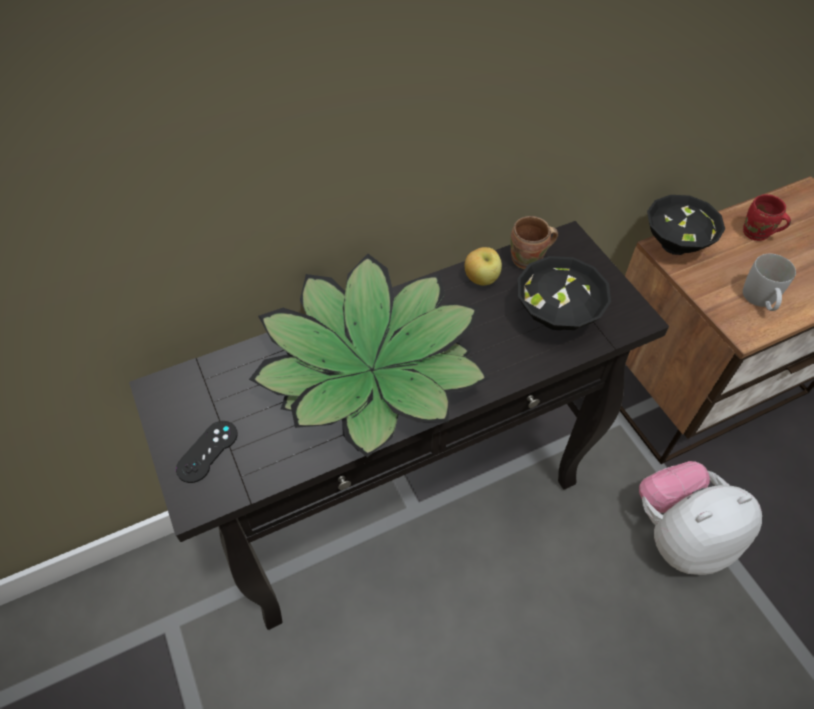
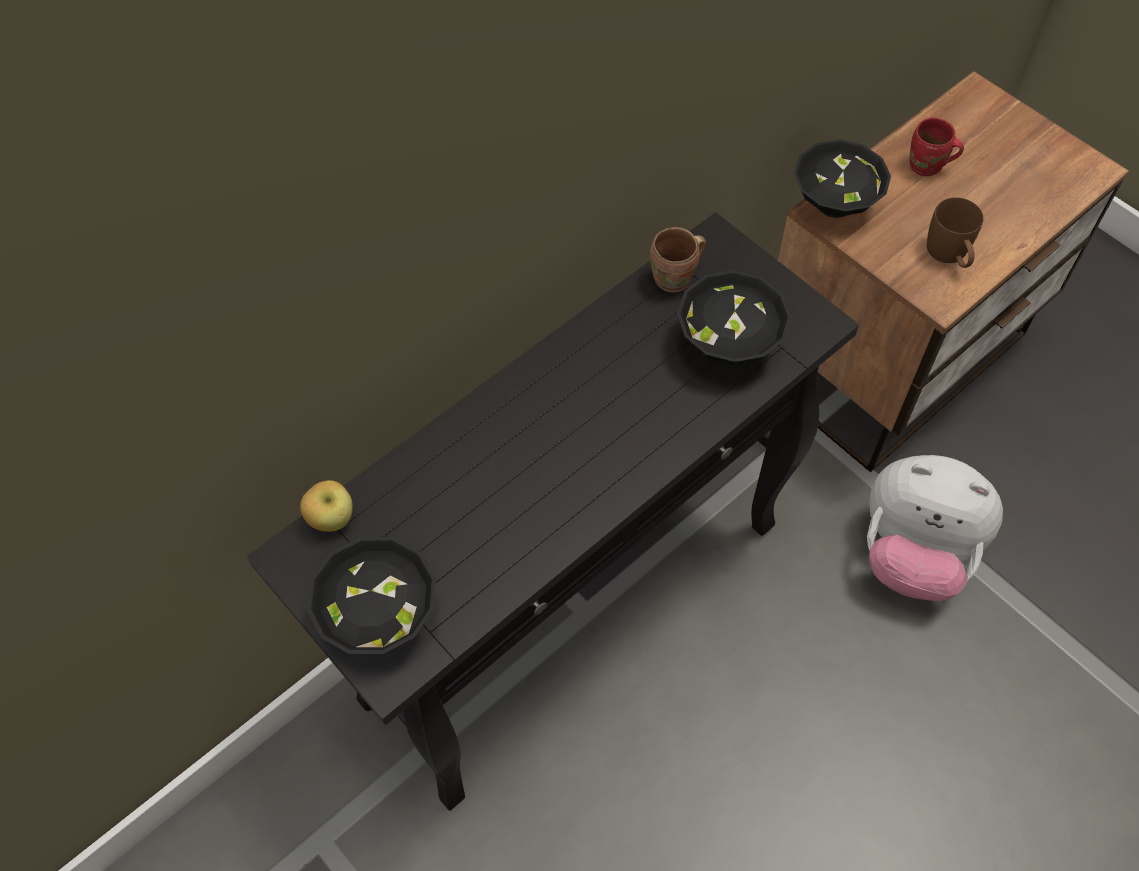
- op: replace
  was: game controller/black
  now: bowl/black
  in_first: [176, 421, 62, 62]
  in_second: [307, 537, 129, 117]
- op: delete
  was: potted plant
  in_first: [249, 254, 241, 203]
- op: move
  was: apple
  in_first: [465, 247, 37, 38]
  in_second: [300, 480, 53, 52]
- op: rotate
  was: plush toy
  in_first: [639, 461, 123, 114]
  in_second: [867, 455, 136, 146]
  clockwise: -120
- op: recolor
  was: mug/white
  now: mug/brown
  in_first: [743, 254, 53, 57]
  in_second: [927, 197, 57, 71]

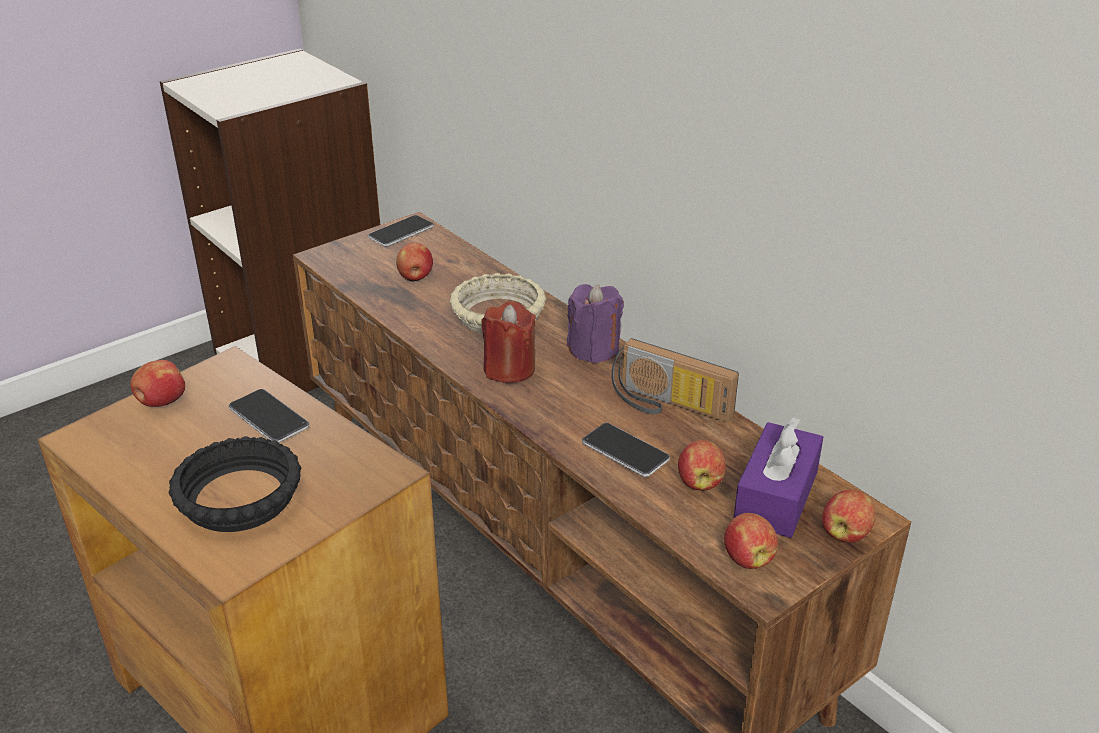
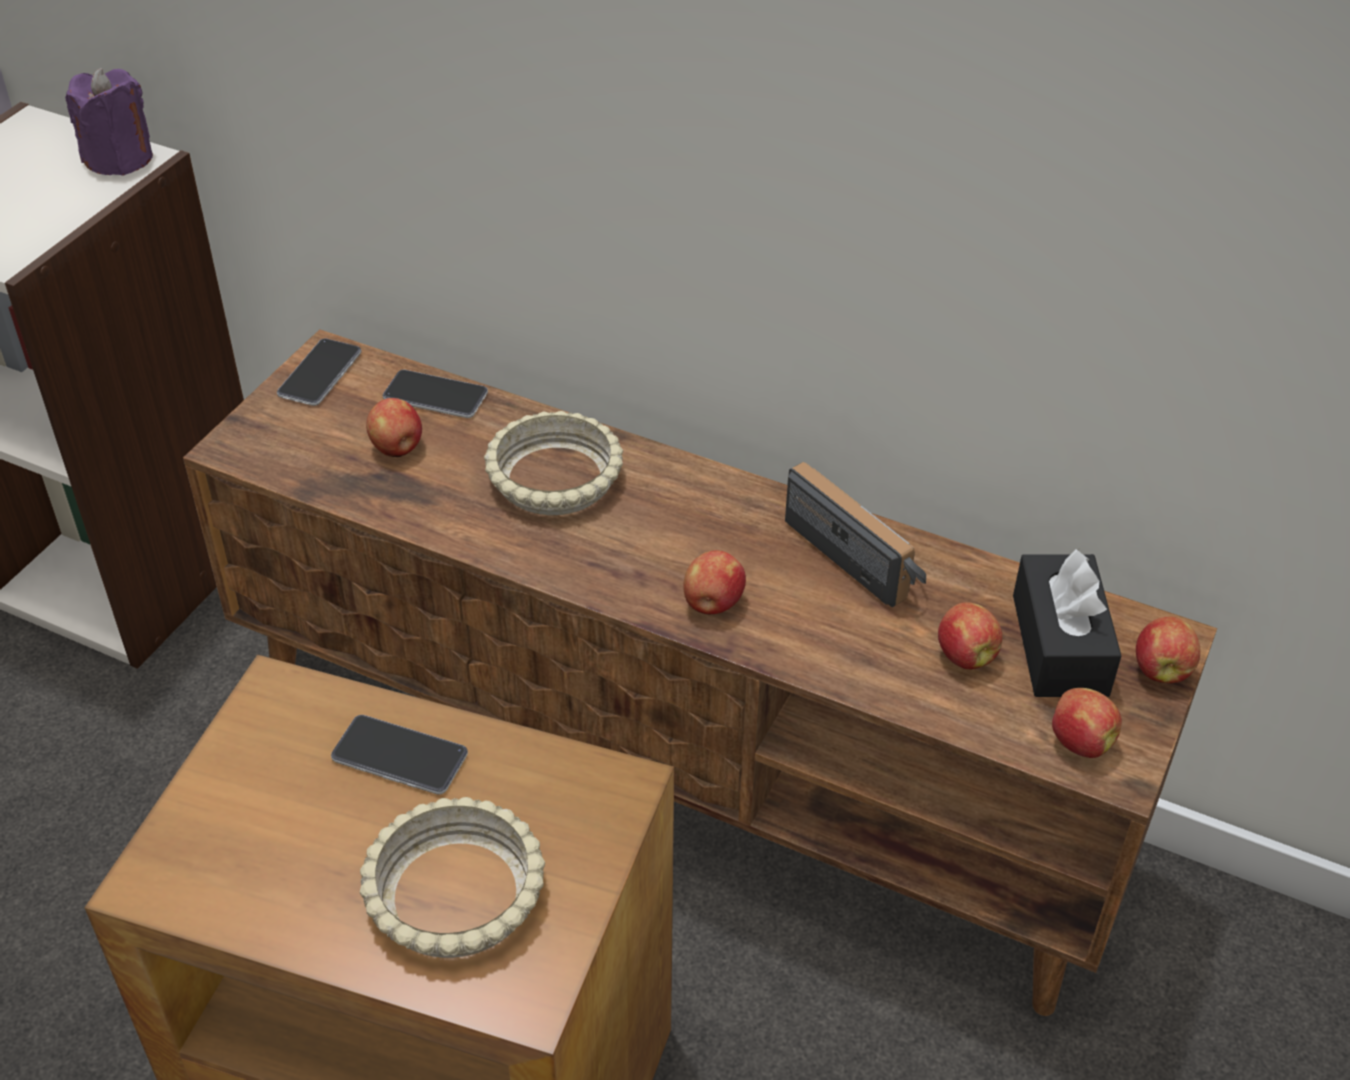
- op: move
  was: apple
  in_first: [130, 360, 55, 47]
  in_second: [683, 551, 63, 64]
- op: recolor
  was: bowl/black
  now: bowl/beige
  in_first: [169, 436, 132, 96]
  in_second: [360, 797, 185, 161]
- op: delete
  was: candle/red
  in_first: [481, 301, 55, 82]
- op: move
  was: candle/purple
  in_first: [567, 284, 57, 79]
  in_second: [65, 68, 88, 108]
- op: move
  was: phone
  in_first: [582, 423, 88, 54]
  in_second: [383, 370, 105, 48]
- op: rotate
  was: radio
  in_first: [611, 338, 128, 85]
  in_second: [785, 462, 141, 145]
  clockwise: -135
- op: recolor
  was: tissue box/purple
  now: tissue box/black
  in_first: [733, 417, 90, 121]
  in_second: [1013, 549, 108, 148]

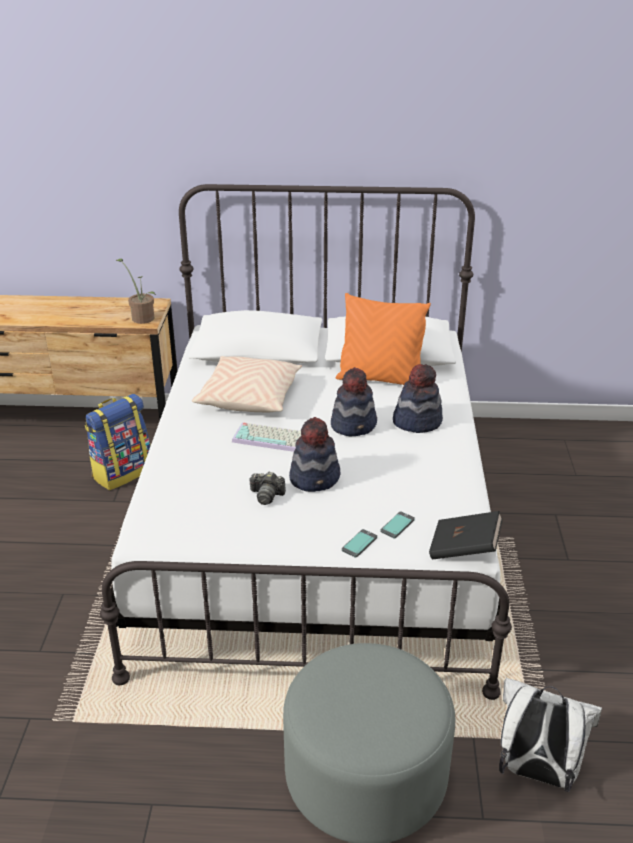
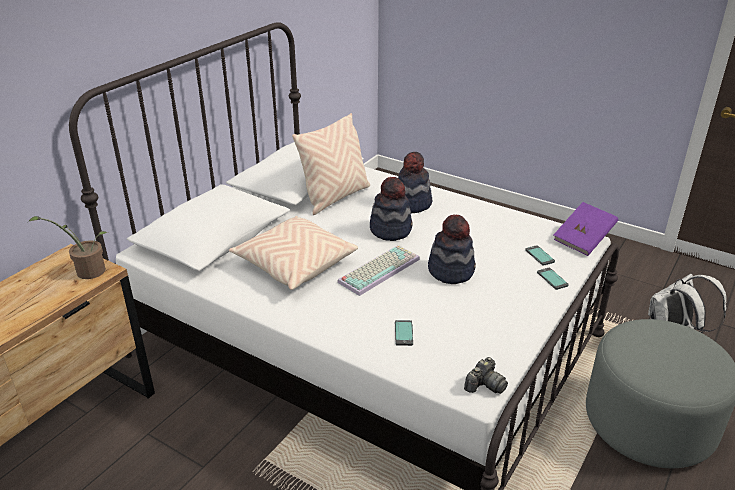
- op: delete
  was: backpack
  in_first: [85, 394, 66, 96]
- op: move
  was: photo camera
  in_first: [249, 472, 37, 33]
  in_second: [464, 357, 44, 37]
- op: recolor
  was: pillow/orange
  now: pillow/beige
  in_first: [336, 293, 95, 92]
  in_second: [292, 113, 78, 102]
- op: recolor
  was: book/black
  now: book/purple
  in_first: [429, 511, 74, 48]
  in_second: [554, 202, 64, 54]
- op: insert
  now: phone
  in_second: [395, 320, 18, 26]

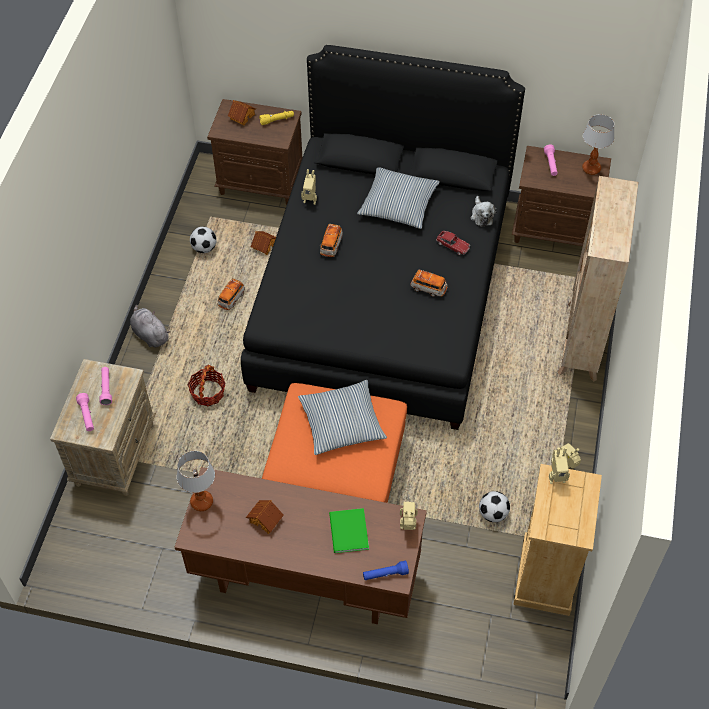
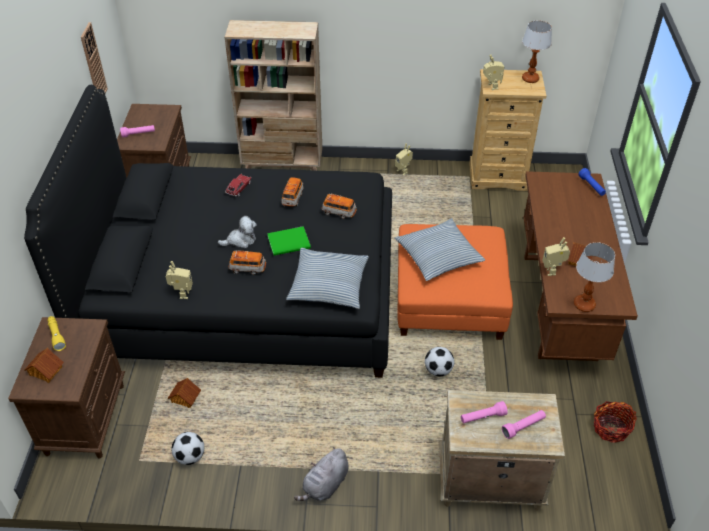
- op: move
  was: basket
  in_first: [188, 365, 37, 41]
  in_second: [594, 401, 43, 42]
- op: move
  was: toy car
  in_first: [218, 279, 27, 31]
  in_second: [321, 193, 36, 26]
- op: move
  was: book/green
  in_first: [329, 508, 40, 45]
  in_second: [267, 226, 44, 30]
- op: move
  was: pillow
  in_first: [357, 168, 83, 61]
  in_second: [286, 248, 83, 61]
- op: move
  was: toy robot
  in_first: [400, 502, 18, 28]
  in_second: [542, 237, 28, 39]
- op: move
  was: plush toy
  in_first: [470, 196, 27, 31]
  in_second: [218, 216, 39, 32]
- op: move
  was: football
  in_first: [479, 491, 31, 31]
  in_second: [425, 347, 29, 29]
- op: move
  was: table lamp
  in_first: [582, 114, 32, 61]
  in_second: [522, 20, 30, 63]
- op: insert
  now: wall clock
  in_second: [81, 22, 27, 72]

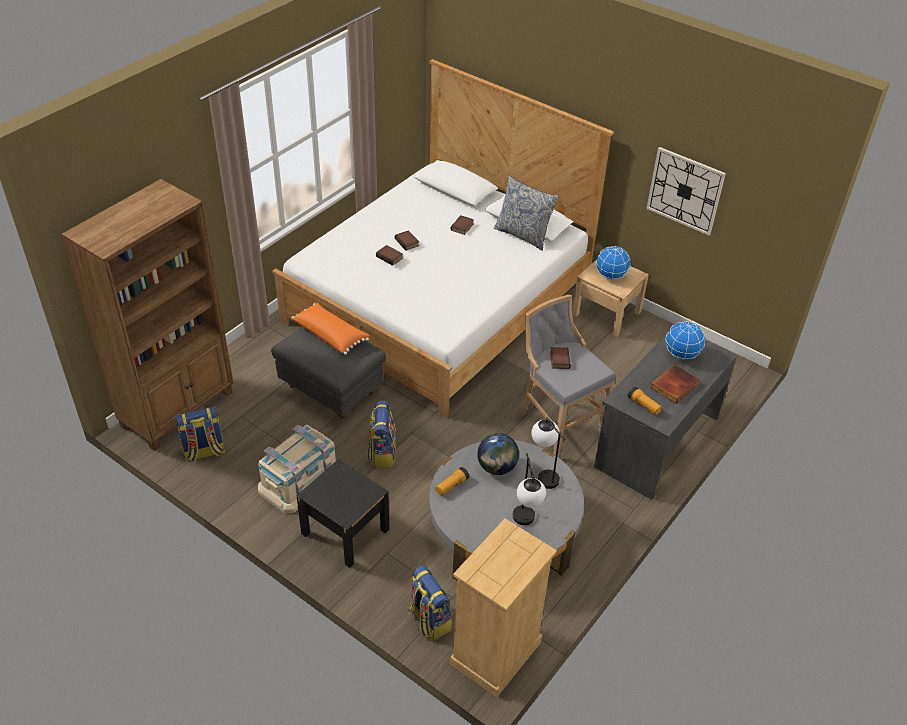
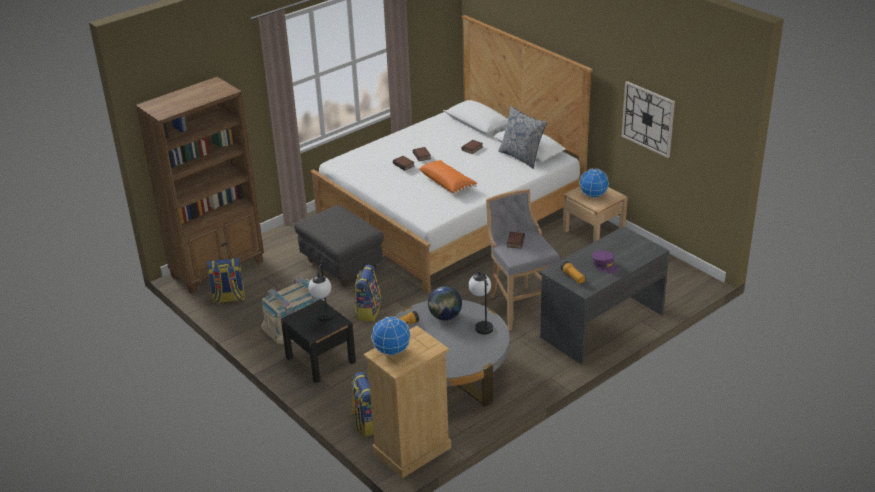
- op: move
  was: pillow/orange
  in_first: [291, 303, 78, 52]
  in_second: [418, 160, 59, 34]
- op: move
  was: table lamp
  in_first: [513, 453, 33, 72]
  in_second: [308, 258, 27, 64]
- op: replace
  was: book
  now: cap/purple
  in_first: [650, 364, 50, 40]
  in_second: [592, 250, 26, 24]
- op: move
  was: globe
  in_first: [665, 321, 40, 39]
  in_second: [371, 317, 40, 38]

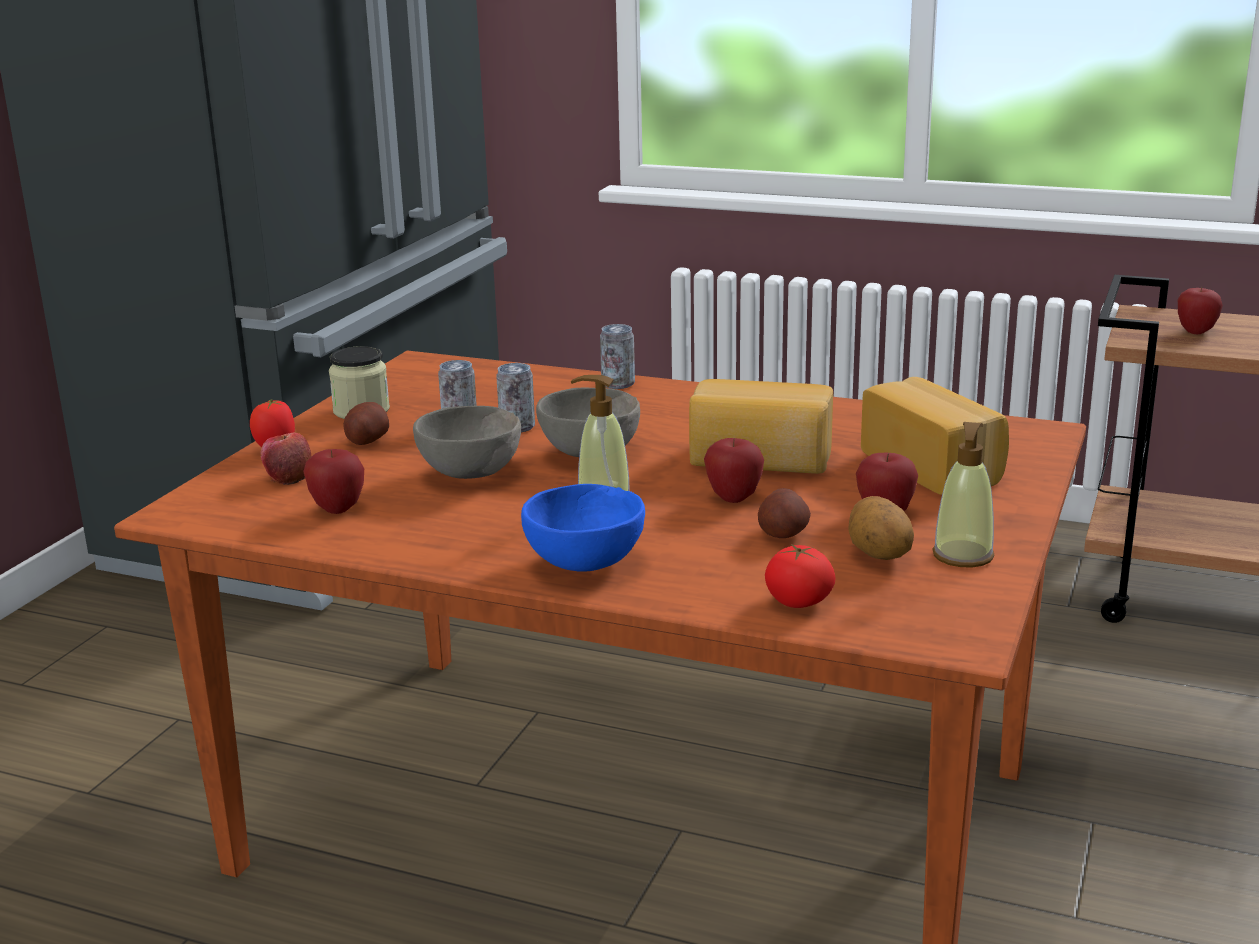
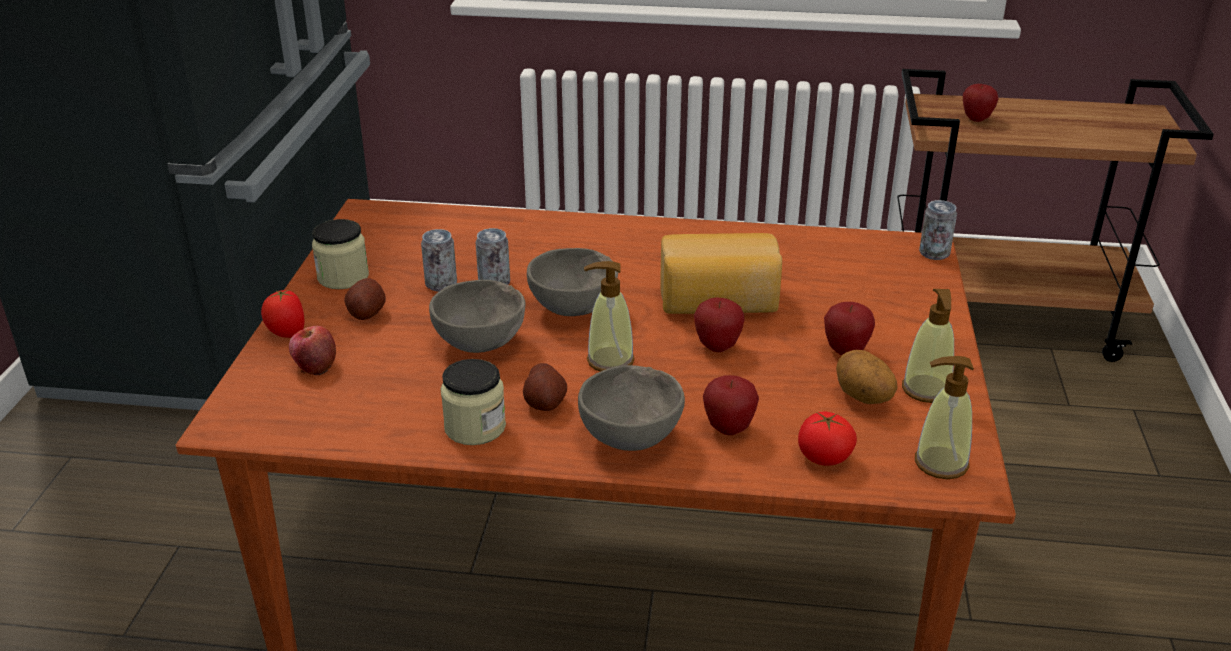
- op: move
  was: apple
  in_first: [303, 449, 61, 65]
  in_second: [703, 375, 56, 60]
- op: recolor
  was: bowl/blue
  now: bowl/grey
  in_first: [521, 484, 124, 88]
  in_second: [578, 365, 107, 86]
- op: move
  was: can
  in_first: [600, 324, 35, 65]
  in_second: [919, 200, 38, 60]
- op: move
  was: potato
  in_first: [758, 488, 53, 50]
  in_second: [523, 363, 44, 48]
- op: delete
  was: bread
  in_first: [861, 377, 148, 118]
- op: insert
  now: jar
  in_second: [440, 359, 66, 86]
- op: insert
  now: soap dispenser
  in_second: [915, 356, 59, 123]

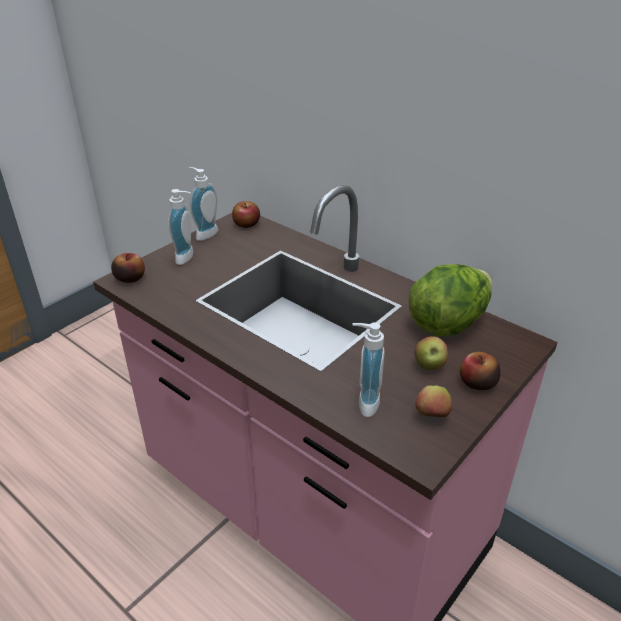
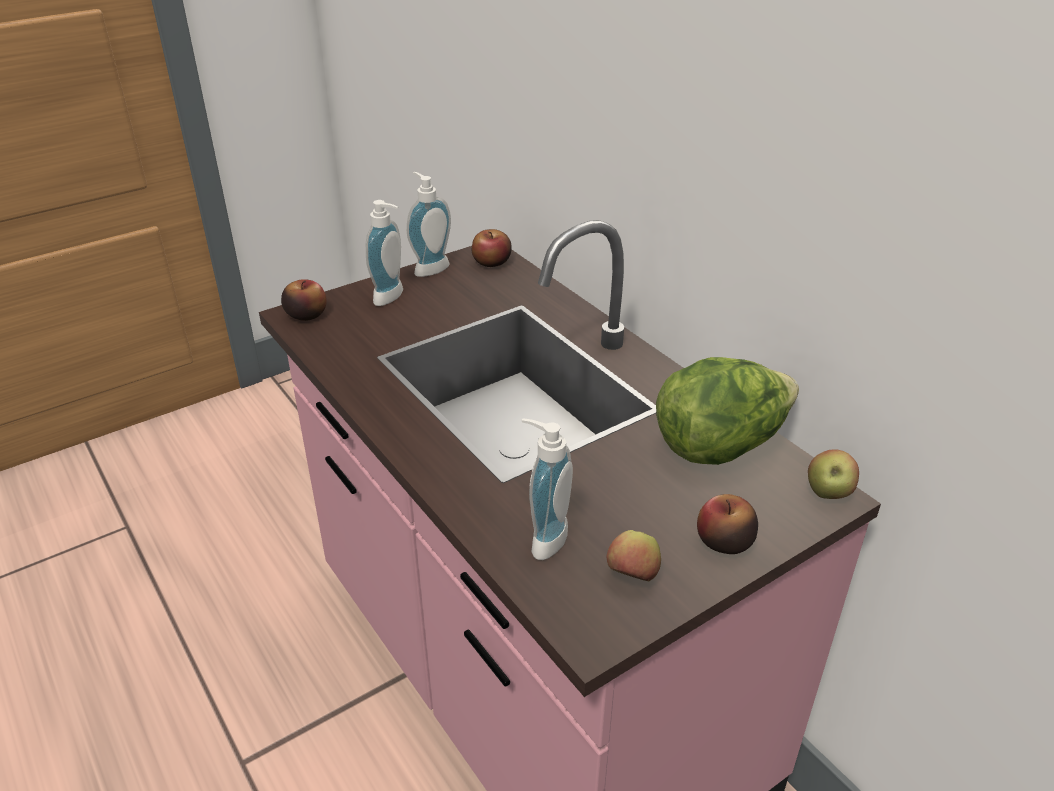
- op: move
  was: apple
  in_first: [415, 336, 33, 34]
  in_second: [808, 449, 51, 50]

